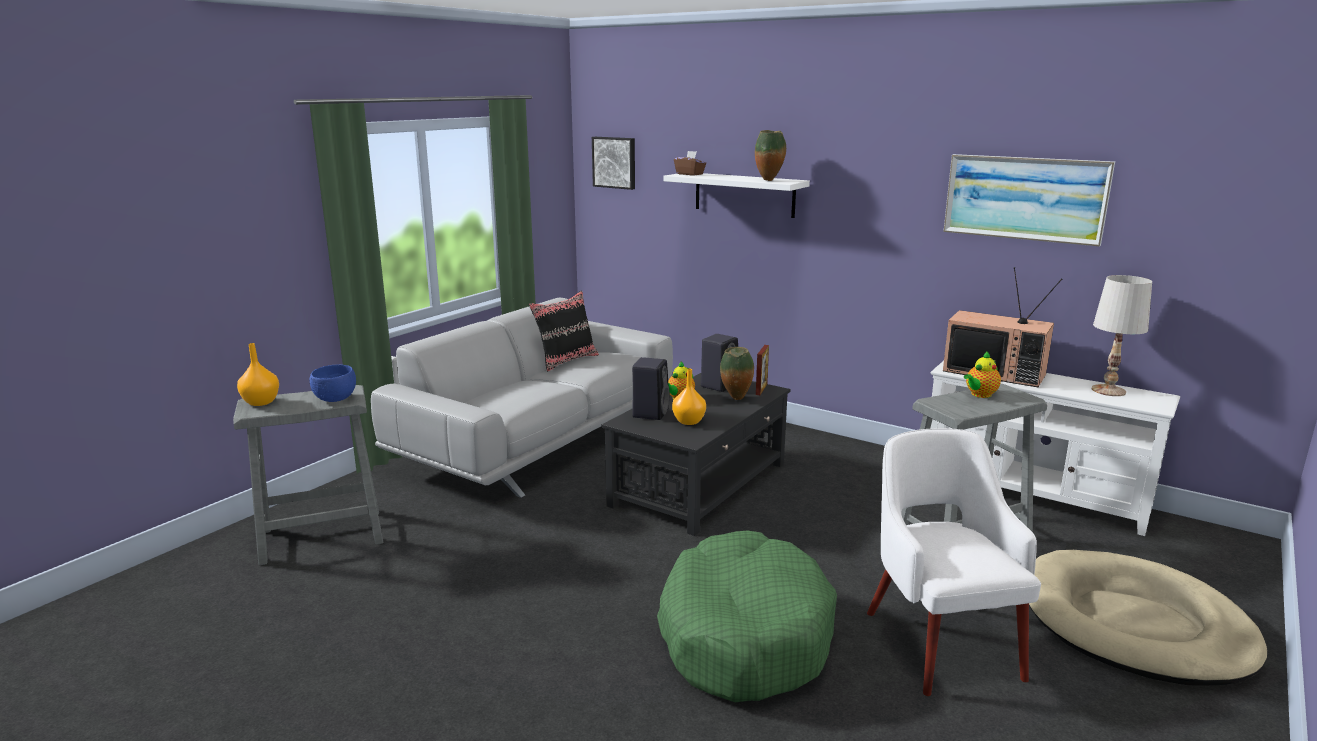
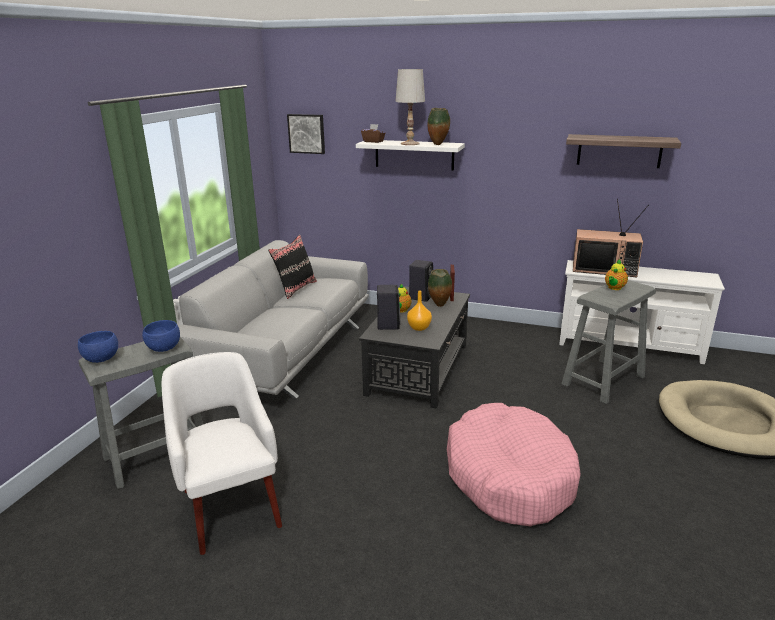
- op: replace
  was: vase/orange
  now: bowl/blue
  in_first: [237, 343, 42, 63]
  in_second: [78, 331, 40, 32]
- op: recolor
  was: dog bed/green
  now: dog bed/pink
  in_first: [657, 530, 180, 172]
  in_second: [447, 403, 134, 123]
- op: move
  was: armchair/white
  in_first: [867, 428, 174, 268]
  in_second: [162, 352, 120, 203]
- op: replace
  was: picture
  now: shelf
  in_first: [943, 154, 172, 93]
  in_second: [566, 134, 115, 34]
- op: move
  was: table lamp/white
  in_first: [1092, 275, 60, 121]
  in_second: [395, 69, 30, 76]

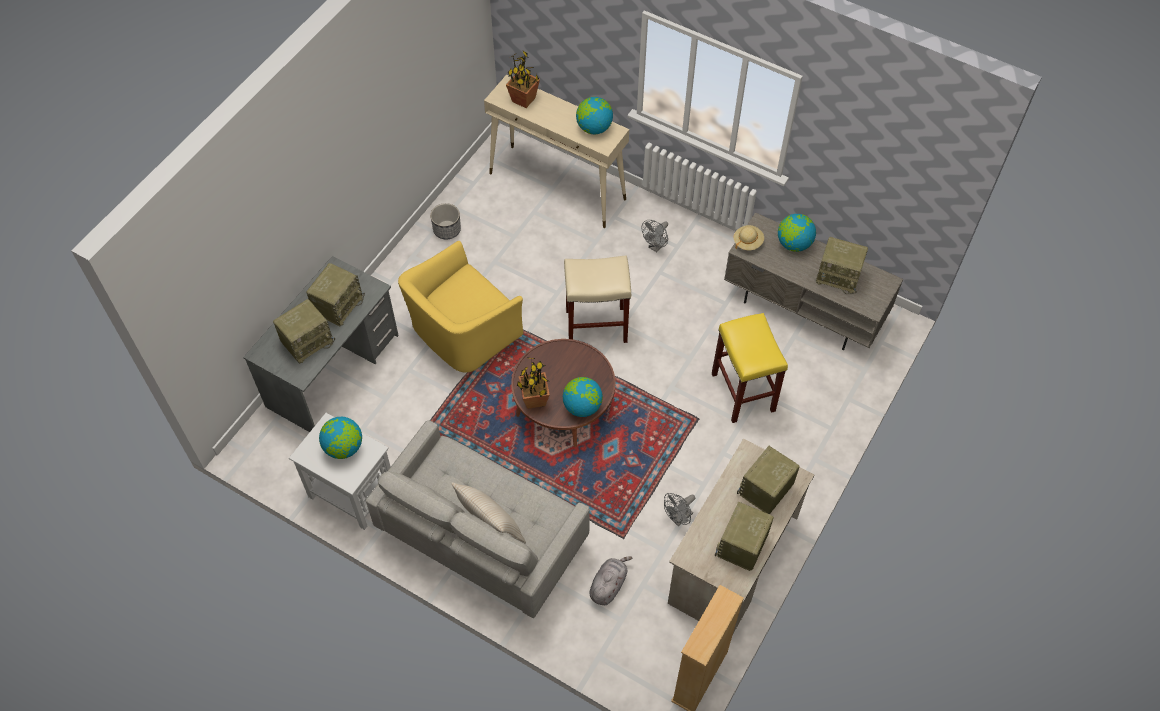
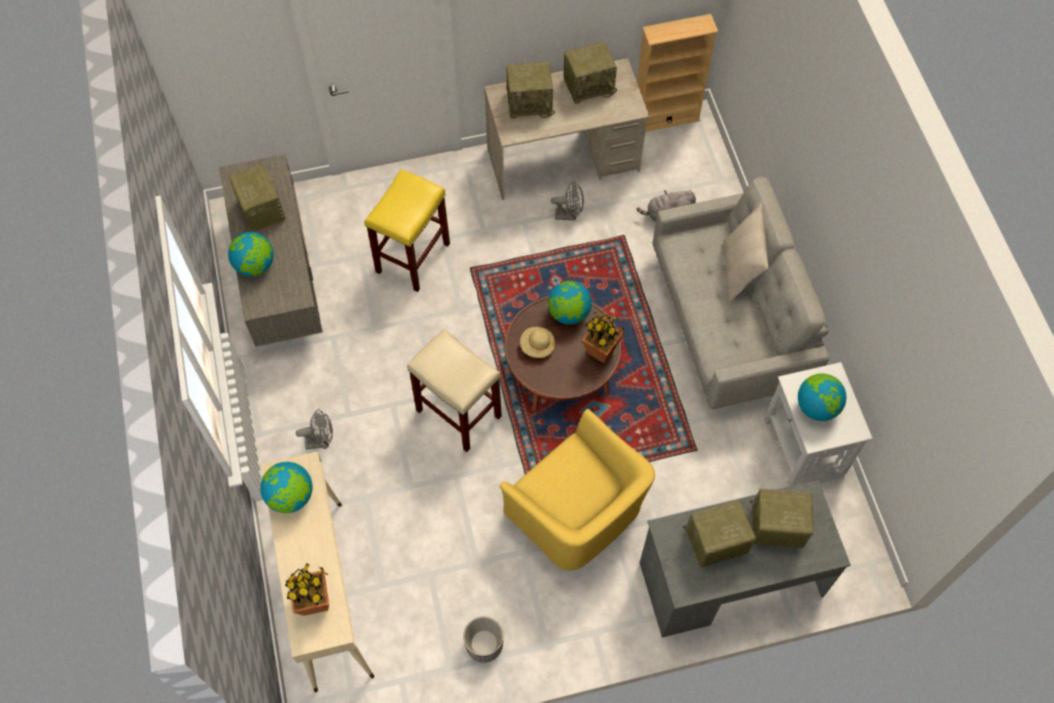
- op: rotate
  was: armchair/yellow
  in_first: [398, 241, 125, 132]
  in_second: [499, 409, 156, 162]
  clockwise: 45
- op: move
  was: hat/beige
  in_first: [734, 225, 30, 26]
  in_second: [520, 327, 35, 31]

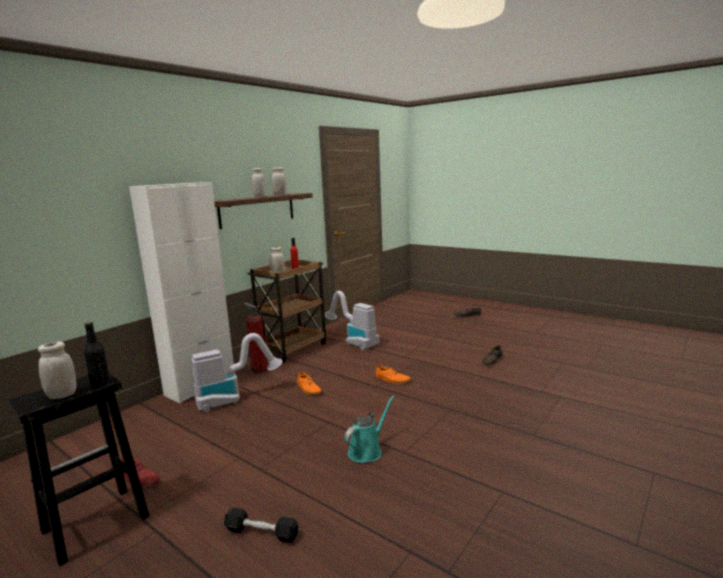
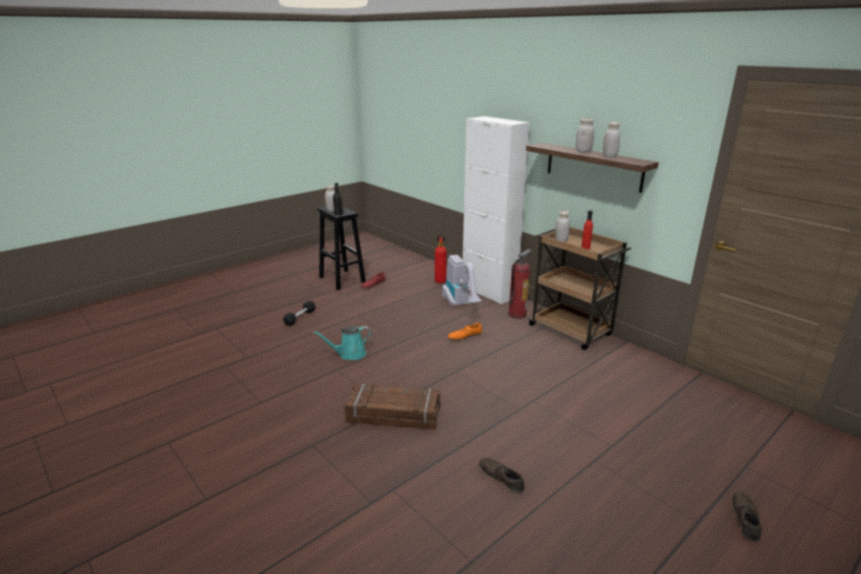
- op: delete
  was: vacuum cleaner
  in_first: [325, 291, 54, 59]
- op: rotate
  was: watering can/turquoise
  in_first: [344, 396, 51, 67]
  in_second: [313, 326, 58, 34]
  clockwise: 105
- op: delete
  was: shoe/orange
  in_first: [376, 365, 35, 19]
- op: insert
  now: crate
  in_second: [344, 384, 96, 46]
- op: insert
  now: fire extinguisher
  in_second: [435, 235, 12, 48]

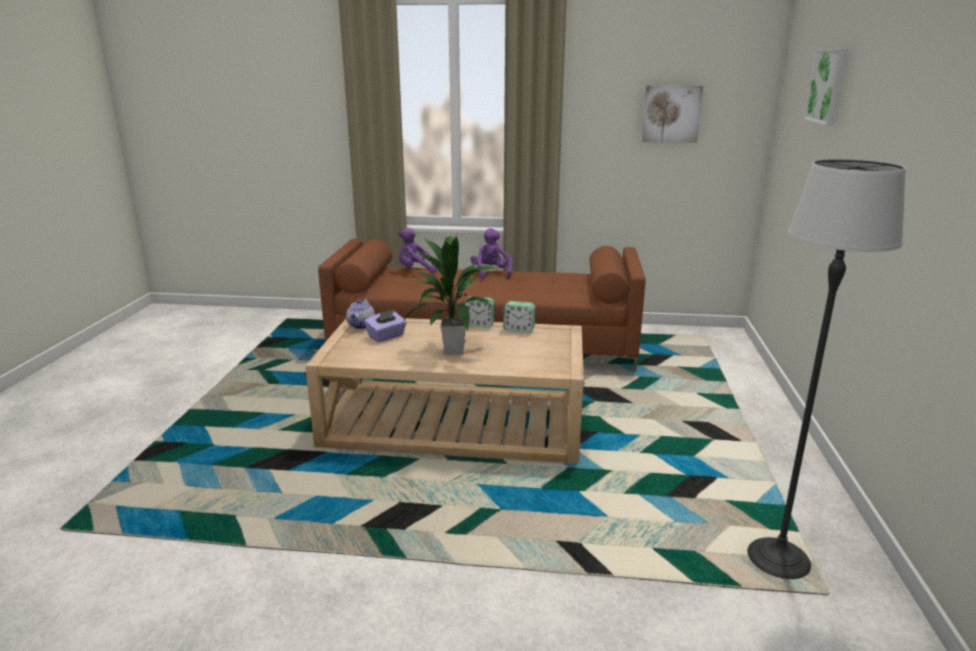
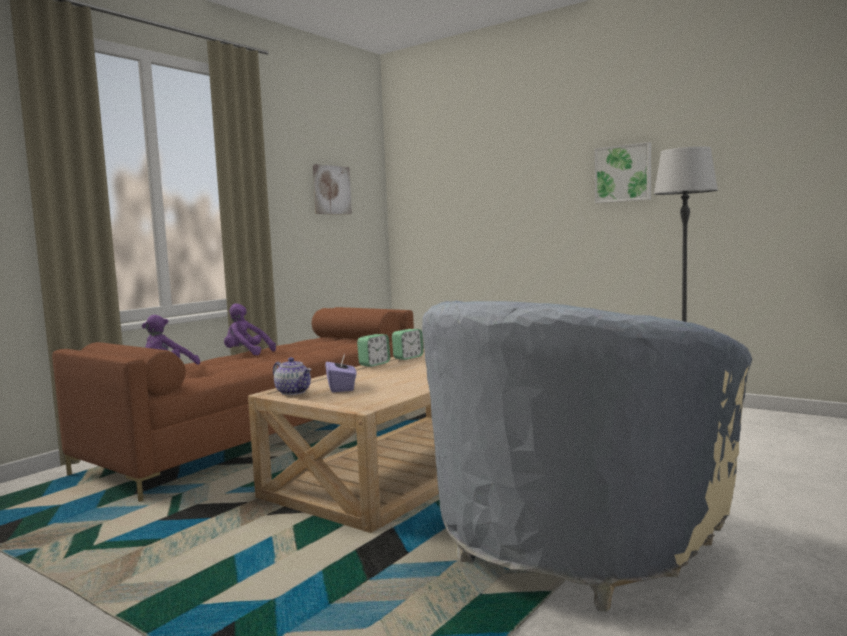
- op: delete
  was: potted plant
  in_first: [403, 235, 93, 120]
- op: move
  was: picture
  in_first: [804, 49, 46, 77]
  in_second: [595, 142, 56, 61]
- op: insert
  now: armchair/beige
  in_second: [422, 301, 330, 311]

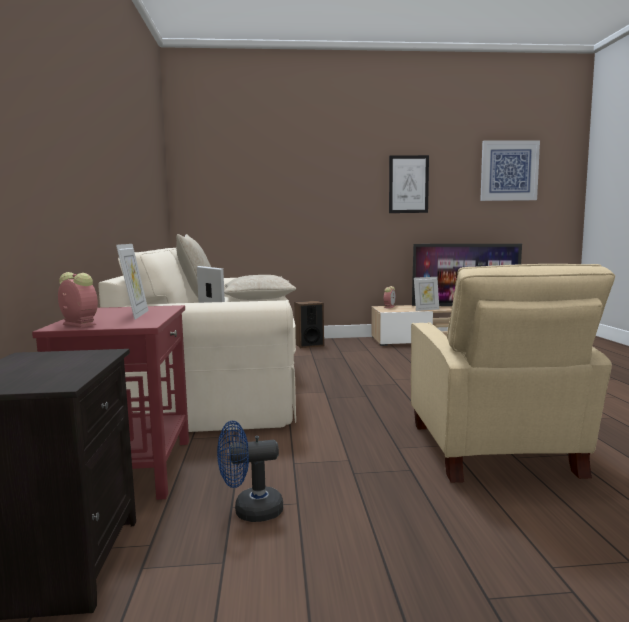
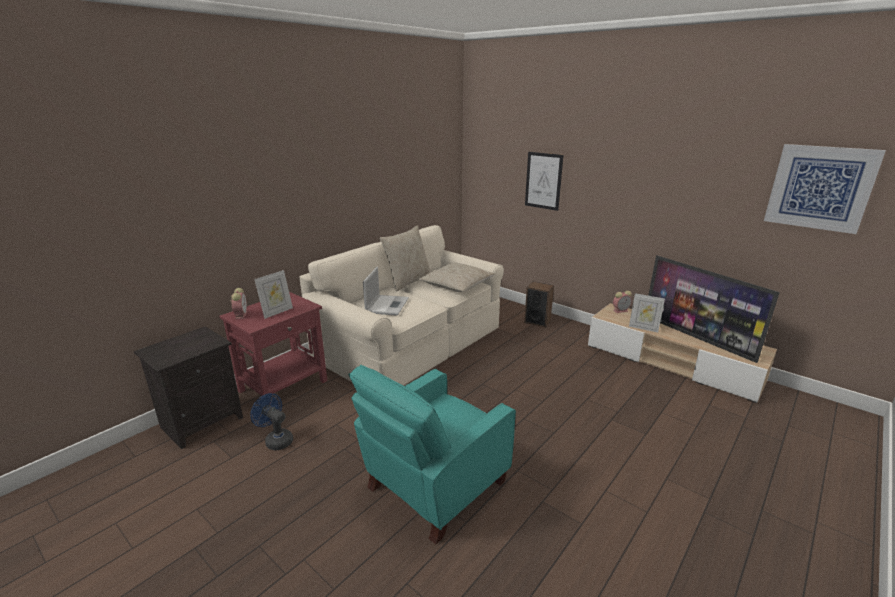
- op: move
  was: picture
  in_first: [389, 155, 40, 58]
  in_second: [525, 152, 38, 59]
- op: recolor
  was: armchair/beige
  now: armchair/turquoise
  in_first: [411, 264, 204, 218]
  in_second: [348, 365, 168, 179]

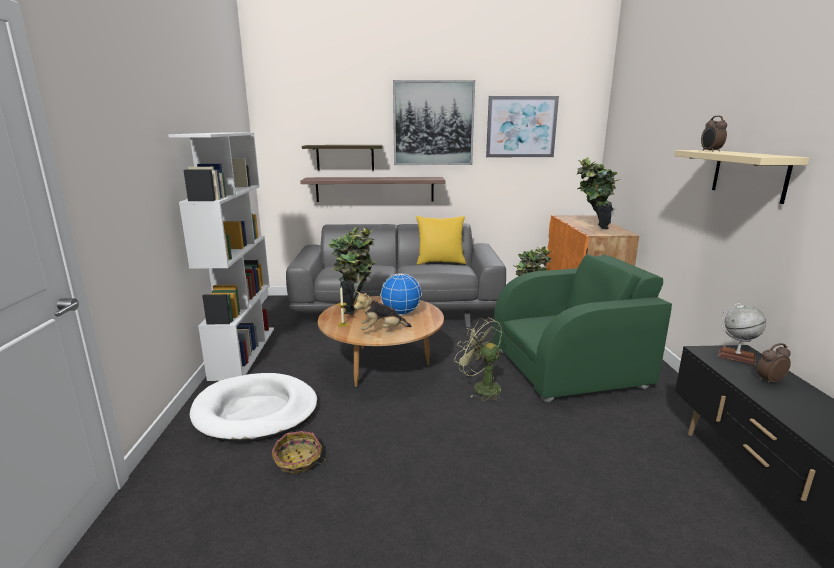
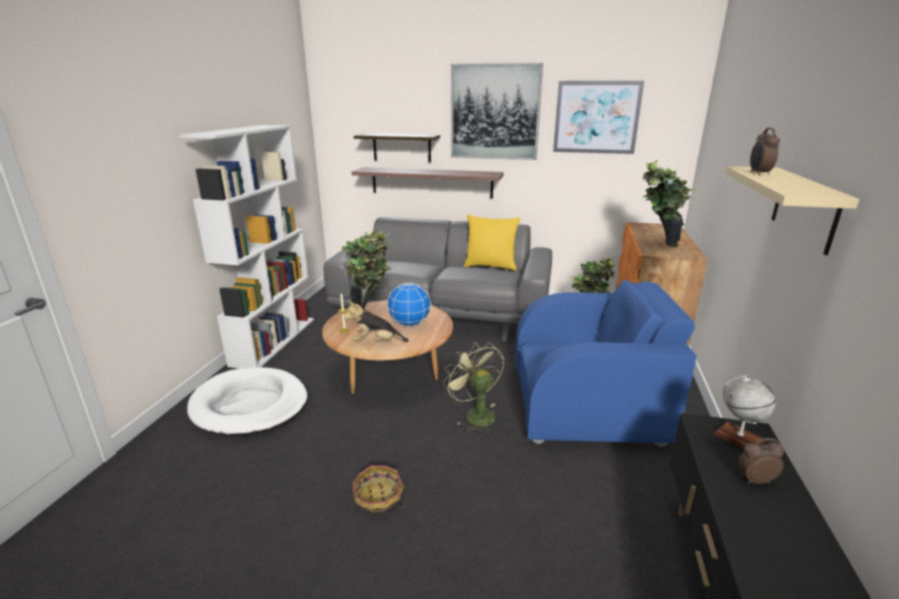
- op: move
  was: basket
  in_first: [272, 431, 54, 43]
  in_second: [352, 465, 53, 47]
- op: recolor
  was: armchair/green
  now: armchair/blue
  in_first: [493, 254, 179, 149]
  in_second: [515, 280, 181, 167]

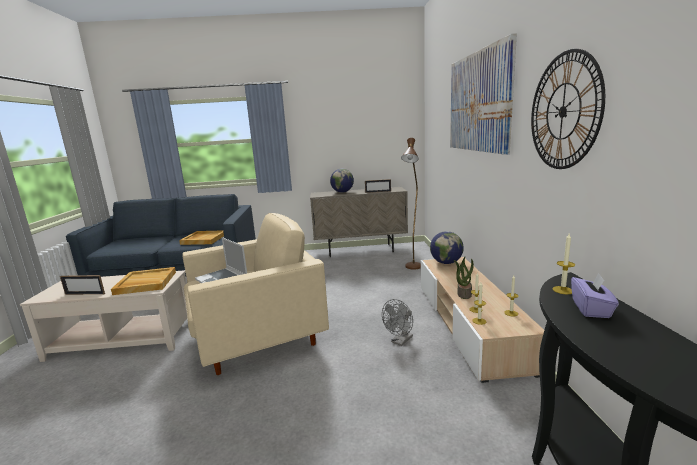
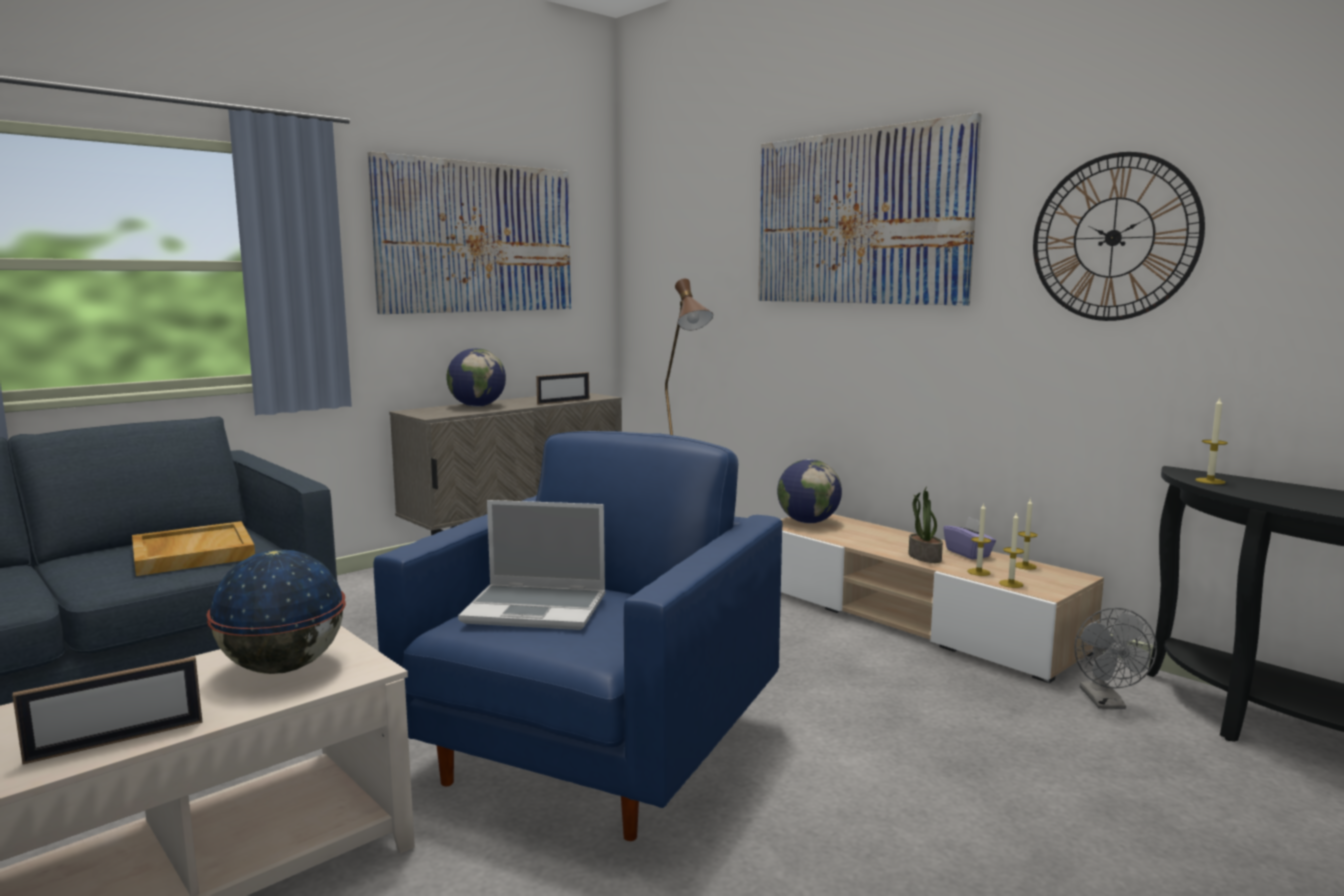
- op: replace
  was: tray/beige
  now: globe
  in_first: [111, 267, 65, 28]
  in_second: [207, 550, 139, 124]
- op: recolor
  was: armchair/beige
  now: armchair/blue
  in_first: [182, 213, 147, 162]
  in_second: [374, 431, 409, 410]
- op: move
  was: fan/grey
  in_first: [382, 299, 31, 47]
  in_second: [1074, 607, 83, 102]
- op: move
  was: tissue box/purple
  in_first: [571, 273, 48, 45]
  in_second: [943, 516, 53, 43]
- op: insert
  now: picture
  in_second: [368, 151, 203, 163]

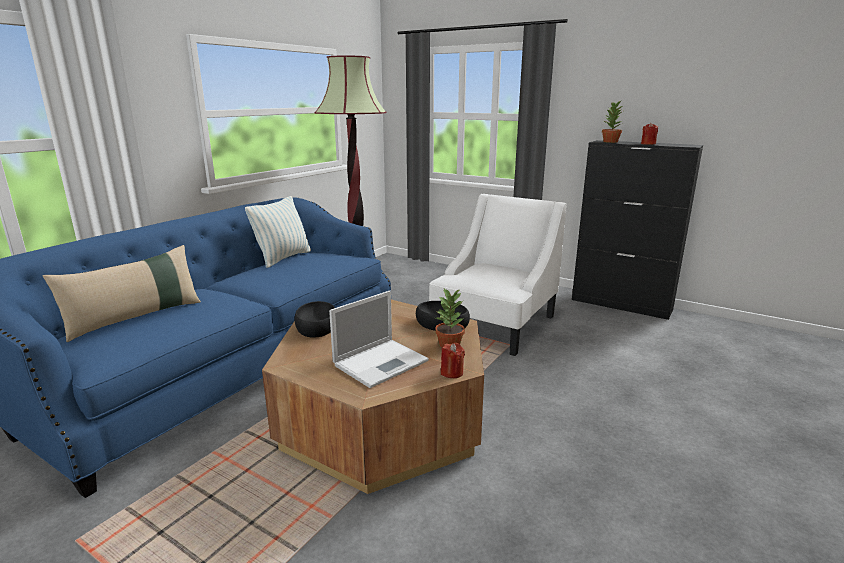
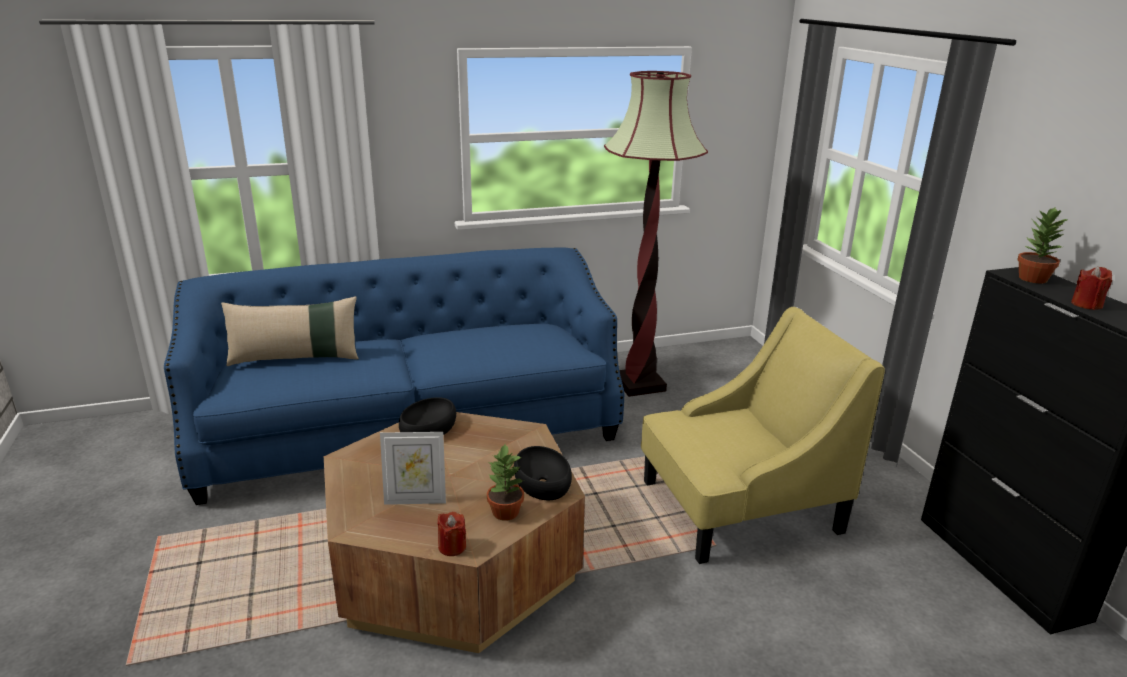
- op: delete
  was: pillow
  in_first: [245, 196, 66, 72]
- op: replace
  was: laptop
  now: picture frame
  in_first: [329, 291, 100, 97]
  in_second: [380, 432, 66, 73]
- op: recolor
  was: armchair/white
  now: armchair/yellow
  in_first: [429, 194, 138, 162]
  in_second: [641, 307, 244, 257]

